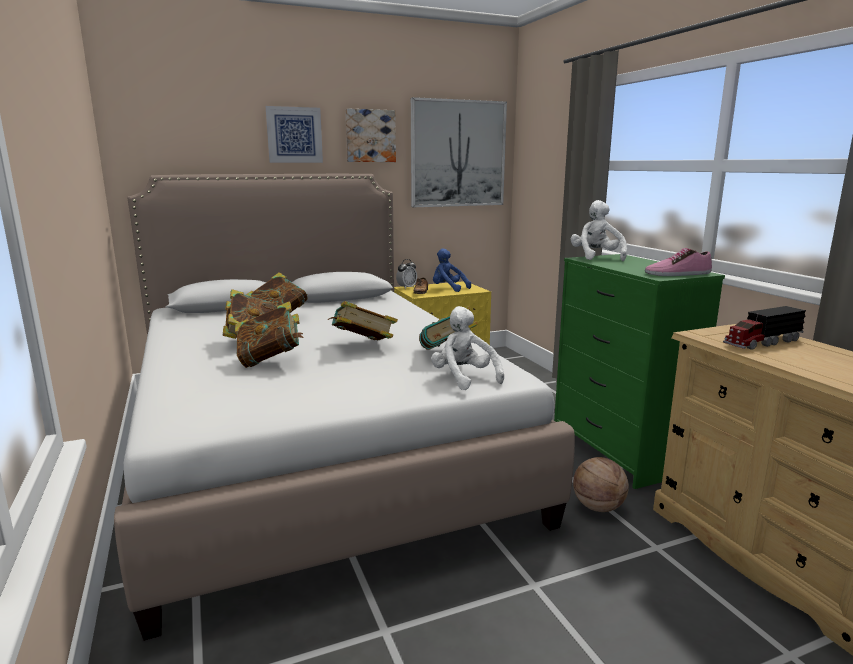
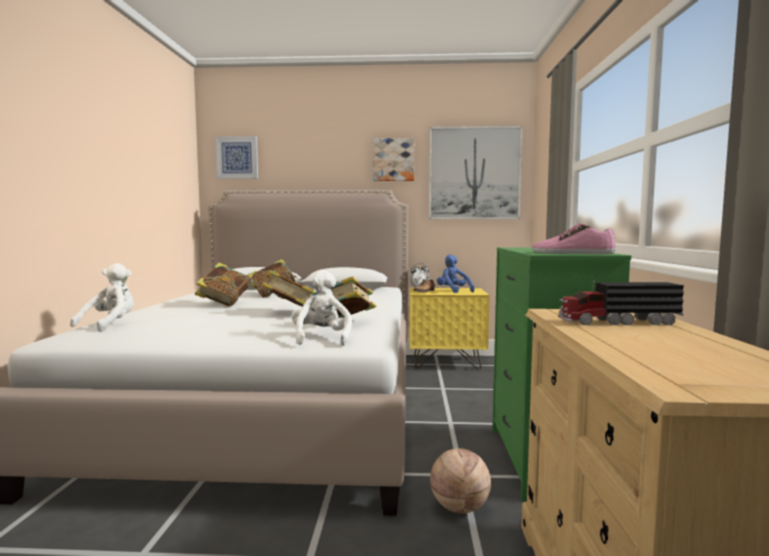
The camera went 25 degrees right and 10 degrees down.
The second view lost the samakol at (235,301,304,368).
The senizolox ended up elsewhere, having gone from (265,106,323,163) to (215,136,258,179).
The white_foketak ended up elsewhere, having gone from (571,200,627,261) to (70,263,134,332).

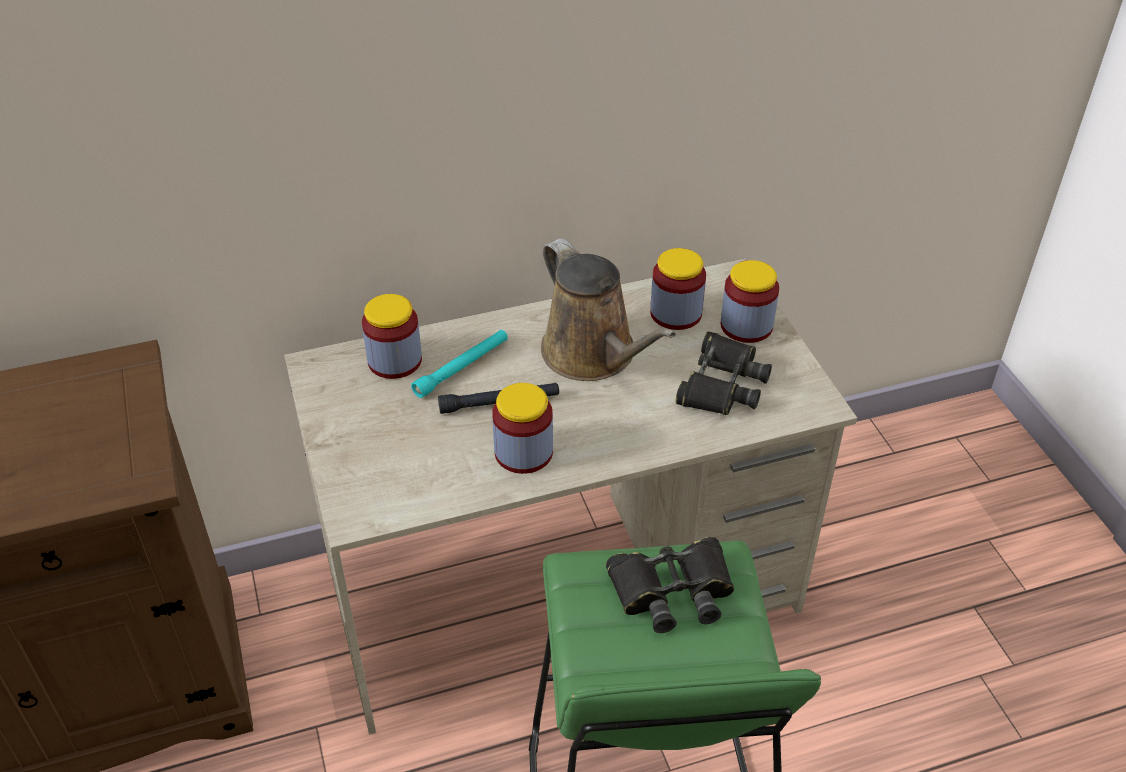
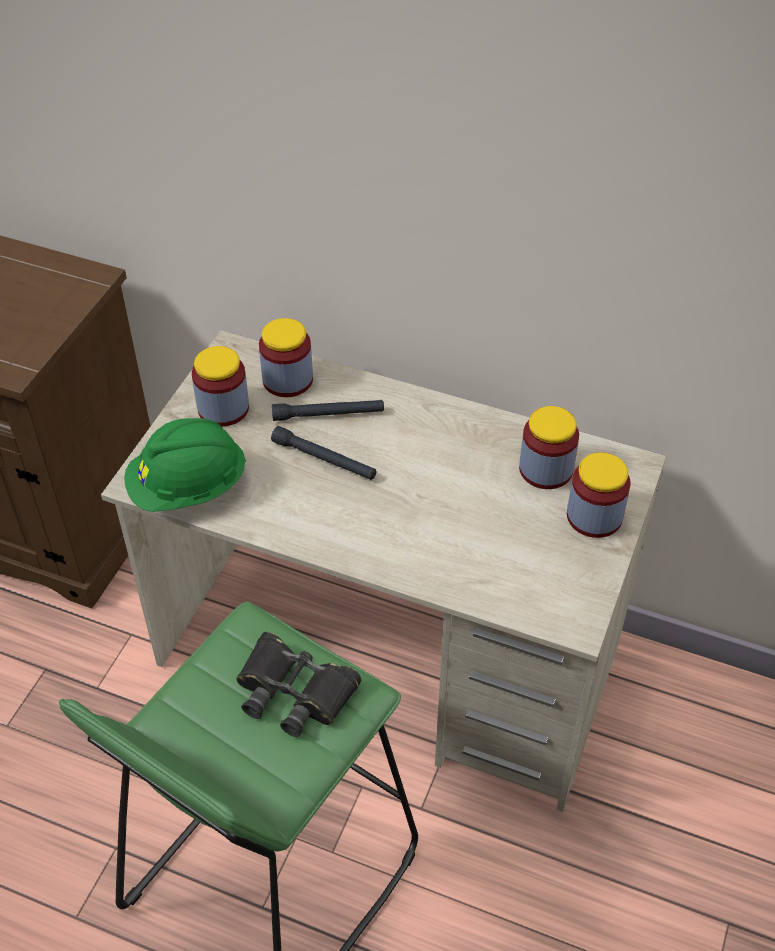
The camera went 40 degrees right and 5 degrees up.
What was the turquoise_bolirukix at (411,330,508,398) turned into the black_bolirukix at (272,400,384,421).
The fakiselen ended up elsewhere, having gone from (492,383,553,474) to (192,346,249,427).
The second view lost the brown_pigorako at (541,238,676,381).
The second view lost the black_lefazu at (676,331,772,415).
The second view gained the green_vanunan at (124,418,246,512).

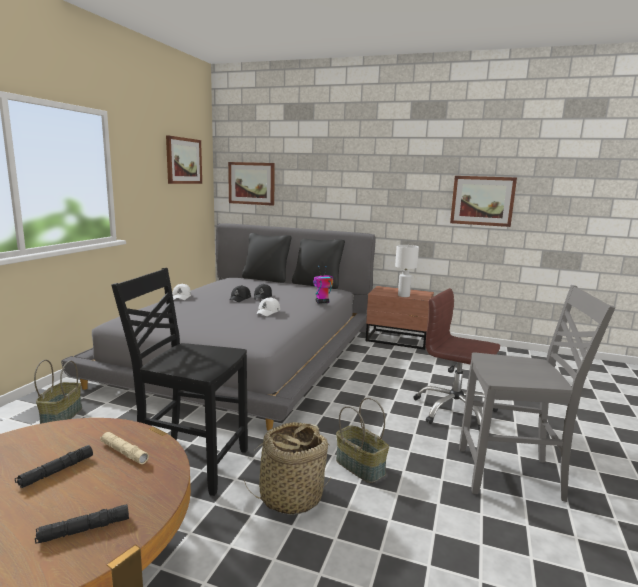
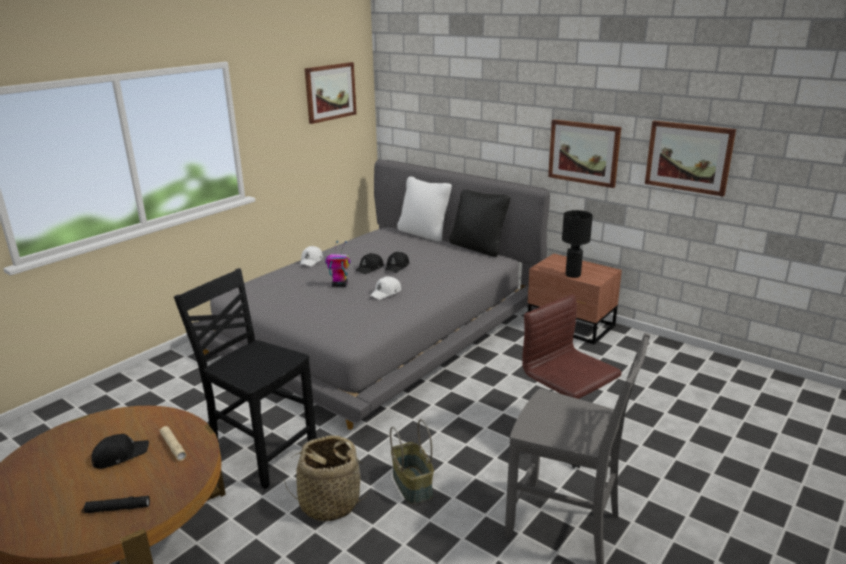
The camera went 20 degrees right and 10 degrees up.
Where the black_bolirukix stood at (15,445,93,488), the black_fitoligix came to stand at (91,434,149,469).
The second view lost the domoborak at (34,360,82,424).
The senizolox ended up elsewhere, having gone from (228,162,275,206) to (548,120,621,188).
What was the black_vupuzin at (242,233,291,283) turned into the white_vupuzin at (397,177,452,242).
The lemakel ended up elsewhere, having gone from (313,266,333,304) to (325,241,350,287).
What was the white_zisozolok at (395,245,419,297) turned into the black_zisozolok at (562,210,593,278).

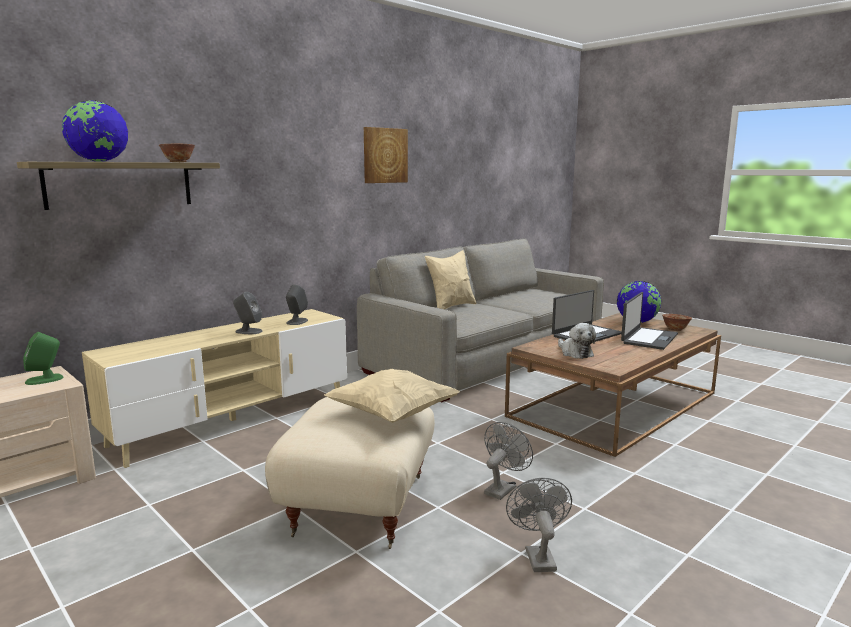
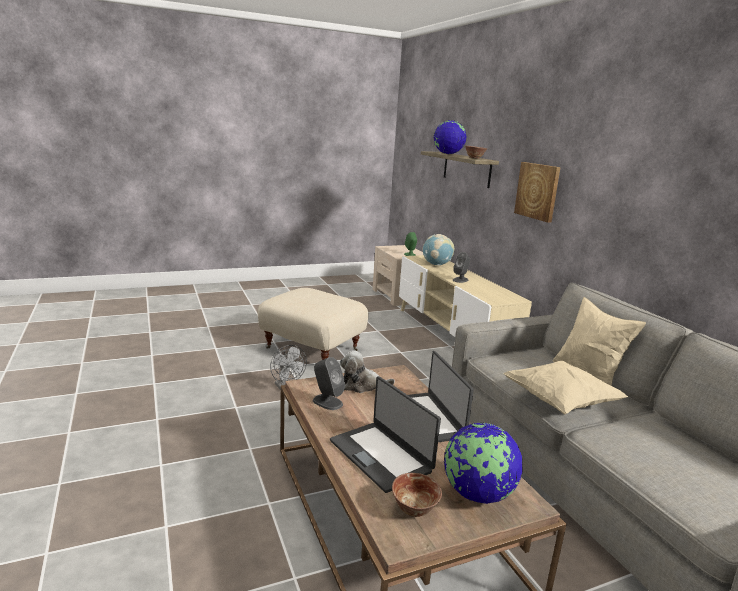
The camera went 110 degrees right and 5 degrees up.
The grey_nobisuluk ended up elsewhere, having gone from (286,285,308,325) to (313,357,345,410).
The beige_vupuzin ended up elsewhere, having gone from (324,369,460,423) to (503,361,628,415).
The senizolox ended up elsewhere, having gone from (364,127,408,183) to (514,162,561,223).
The second view lost the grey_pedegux at (506,478,572,572).
The second view gained the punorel at (423,234,454,265).

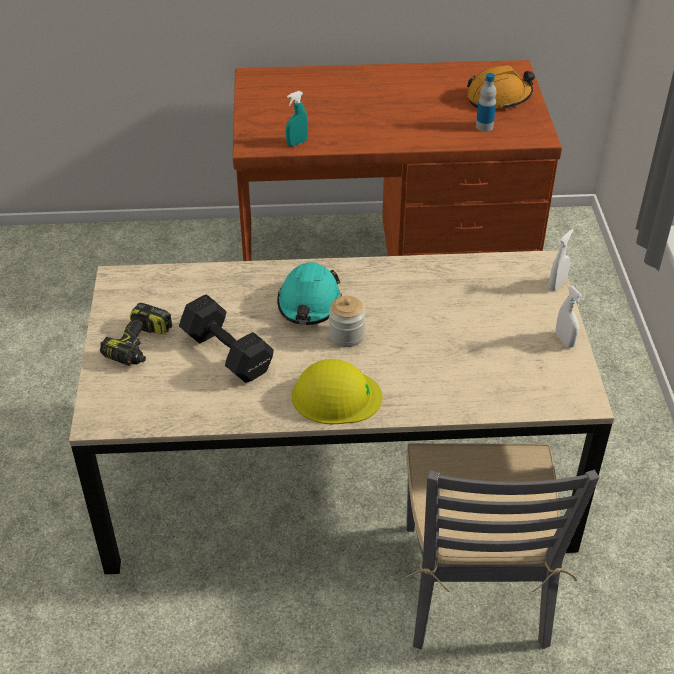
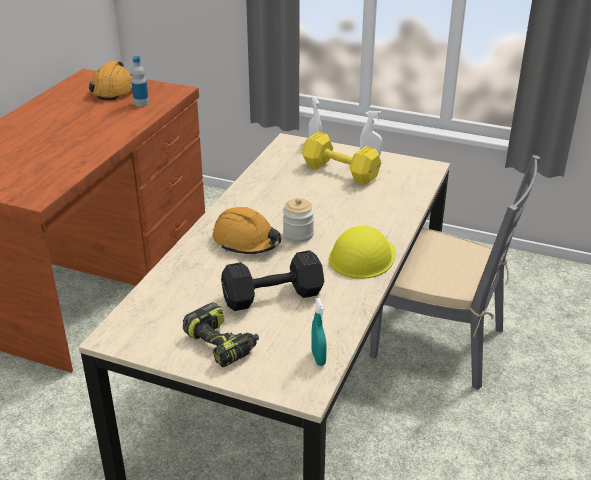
The camera went 65 degrees left and 10 degrees down.
What was the turquoise_vanunan at (277,262,342,325) turned into the orange_vanunan at (212,207,281,254).
The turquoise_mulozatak ended up elsewhere, having gone from (286,91,308,147) to (311,298,327,366).
The second view gained the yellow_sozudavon at (302,132,381,185).

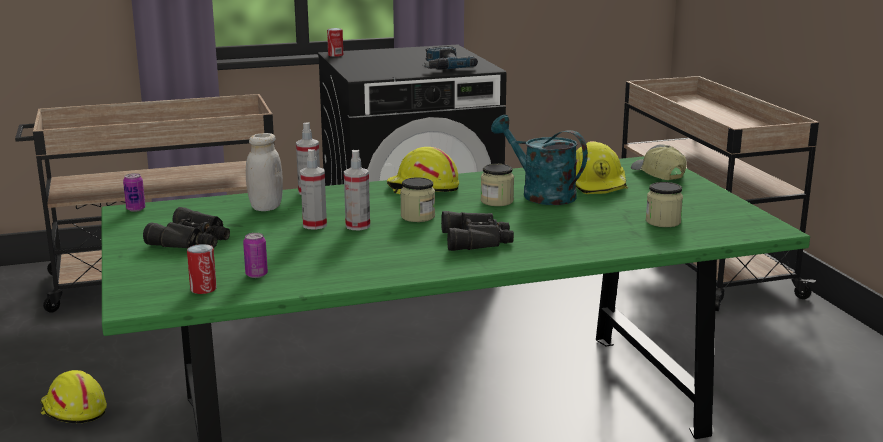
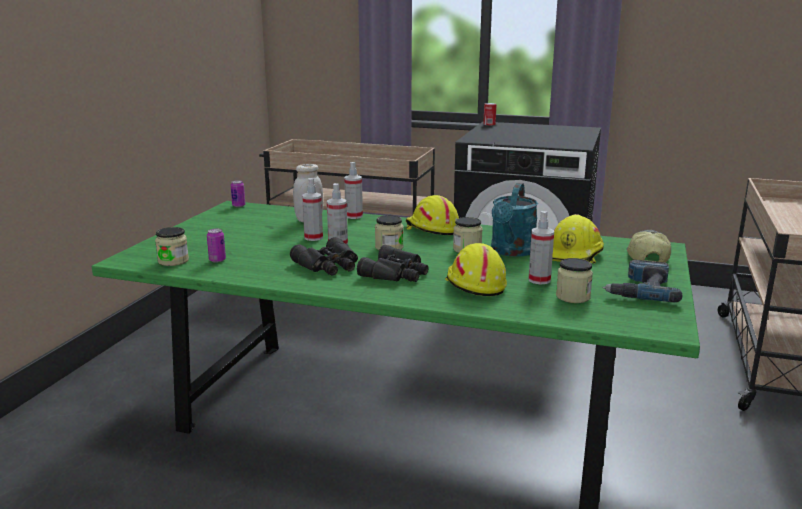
The camera went 35 degrees right and 0 degrees up.
The yellow_vanunan ended up elsewhere, having gone from (40,370,107,423) to (445,243,507,296).
The black_lefazu ended up elsewhere, having gone from (143,207,230,248) to (290,237,358,276).
Where the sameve stood at (187,244,217,294), the fakiselen came to stand at (155,227,189,266).
The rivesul ended up elsewhere, having gone from (422,46,478,70) to (603,260,683,302).
The turquoise_pigorako at (491,115,588,205) ended up facing another way, 150 degrees counterclockwise from before.
The second view gained the mulozatak at (529,211,554,284).

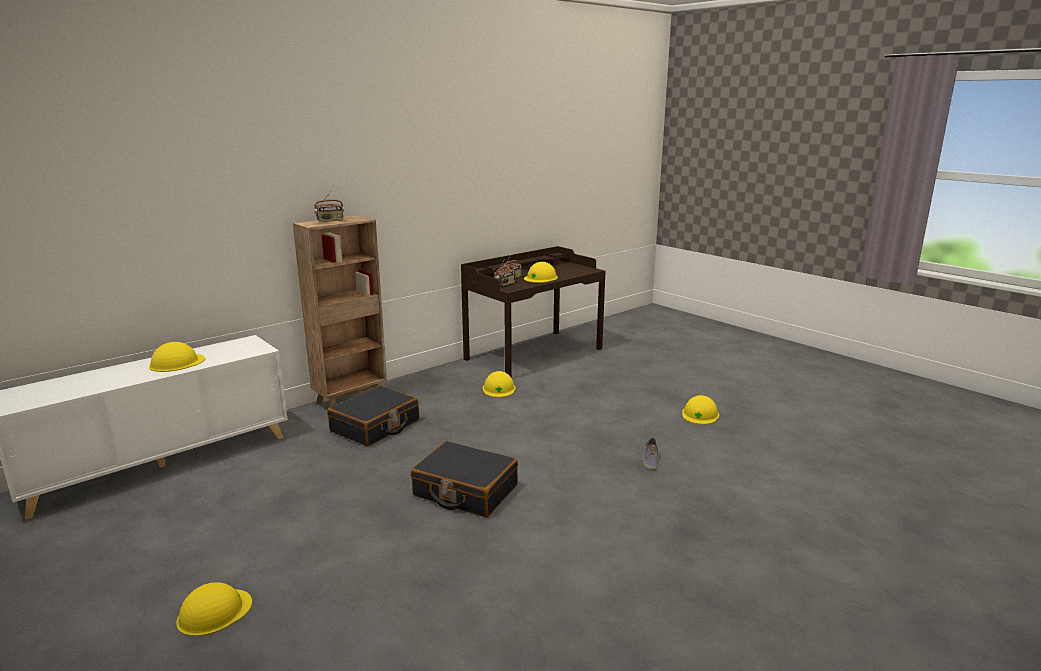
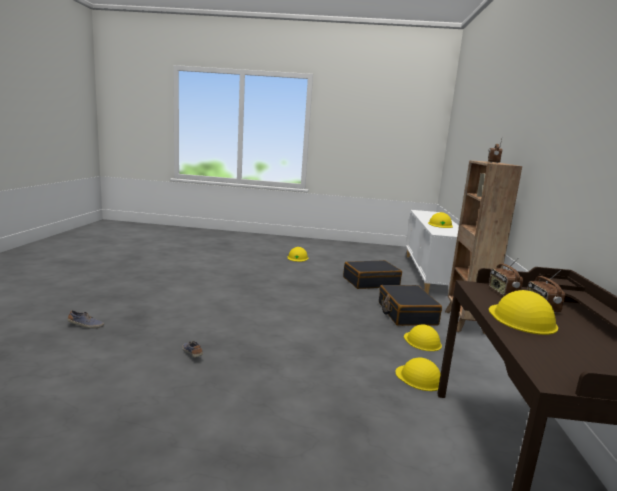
The camera went 135 degrees right and 5 degrees down.
The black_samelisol ended up elsewhere, having gone from (411,441,518,517) to (343,260,402,289).
The yellow_vanunan ended up elsewhere, having gone from (682,395,719,424) to (404,325,442,351).
The second view gained the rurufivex at (67,310,104,329).

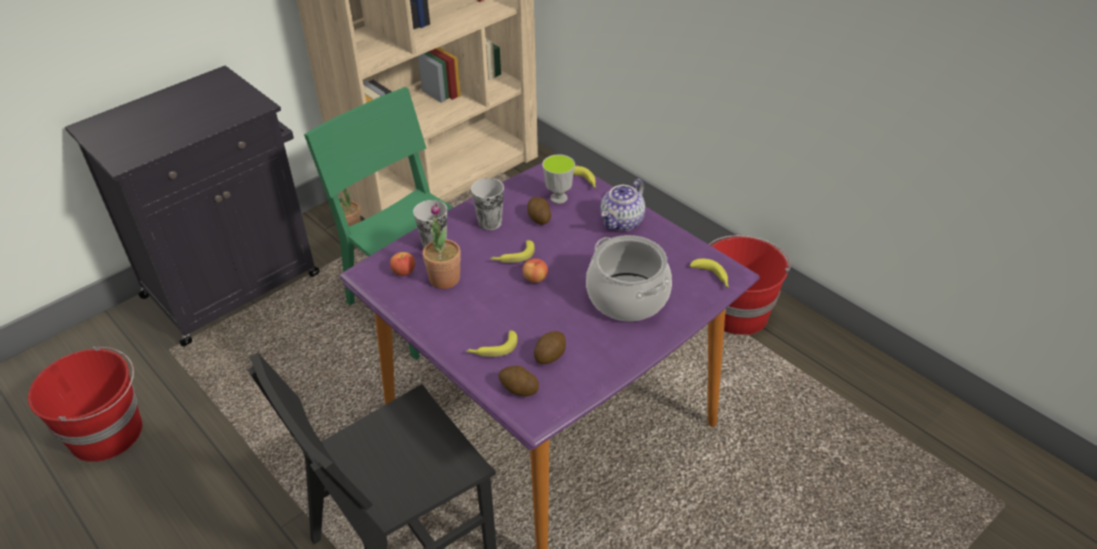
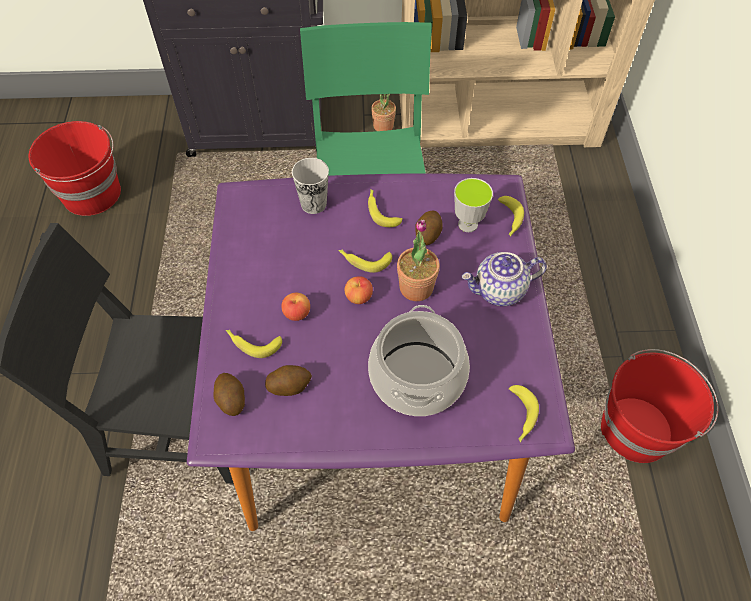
The camera went 40 degrees right and 15 degrees up.
The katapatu ended up elsewhere, having gone from (390,252,415,276) to (281,293,310,321).
The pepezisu ended up elsewhere, having gone from (423,203,461,289) to (397,219,440,301).
Where the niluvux stood at (471,178,504,230), the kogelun came to stand at (368,189,402,227).

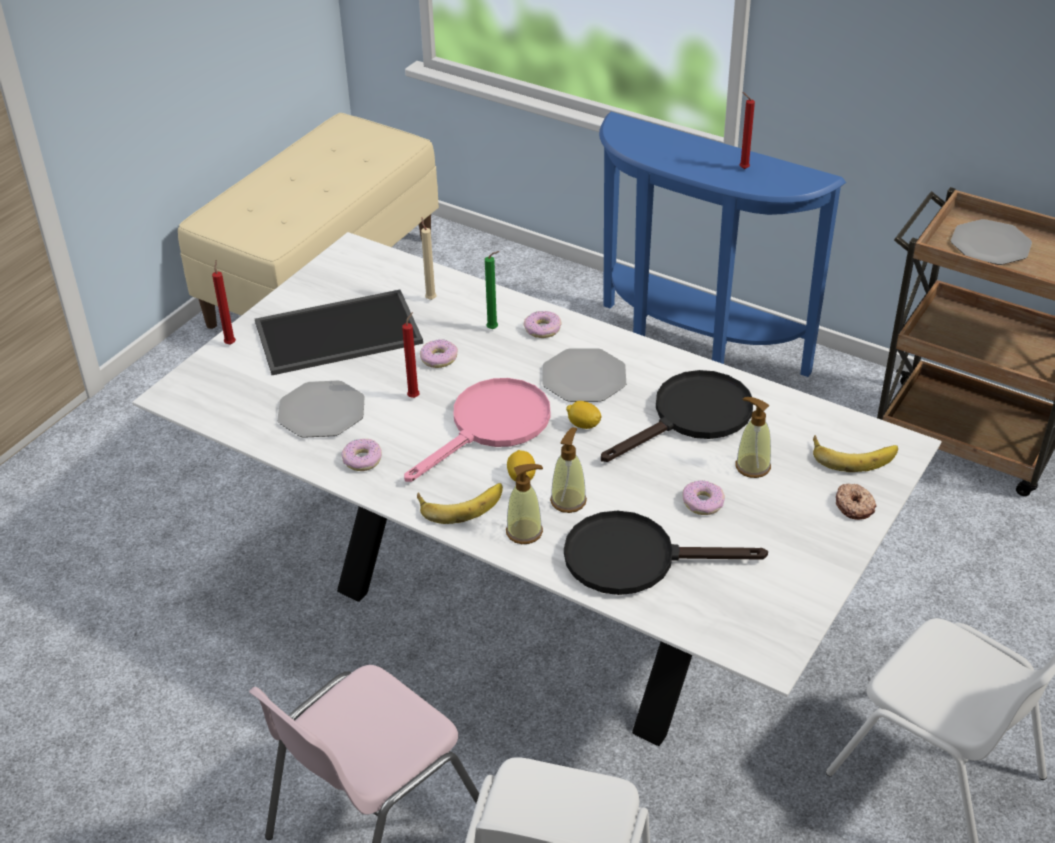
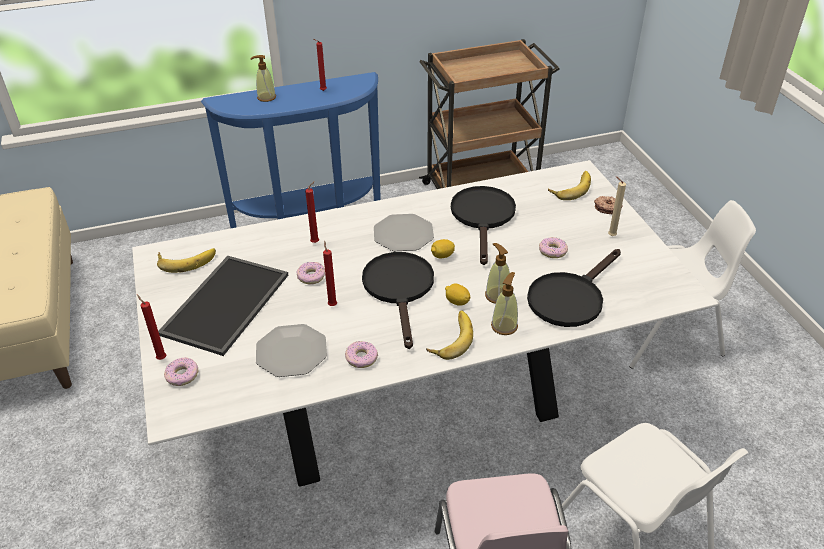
The camera went 50 degrees left and 0 degrees up.
What was the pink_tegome at (404,378,550,482) turned into the black_tegome at (362,252,434,349).
The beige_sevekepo ended up elsewhere, having gone from (421,217,436,300) to (608,176,626,236).
What was the green_sevekepo at (485,251,500,329) turned into the red_sevekepo at (305,181,319,243).
The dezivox ended up elsewhere, having gone from (523,311,561,338) to (164,358,199,386).
The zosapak ended up elsewhere, having gone from (736,397,771,478) to (251,55,276,102).
The second view lost the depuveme at (951,219,1032,265).
The second view gained the kogelun at (157,248,216,273).

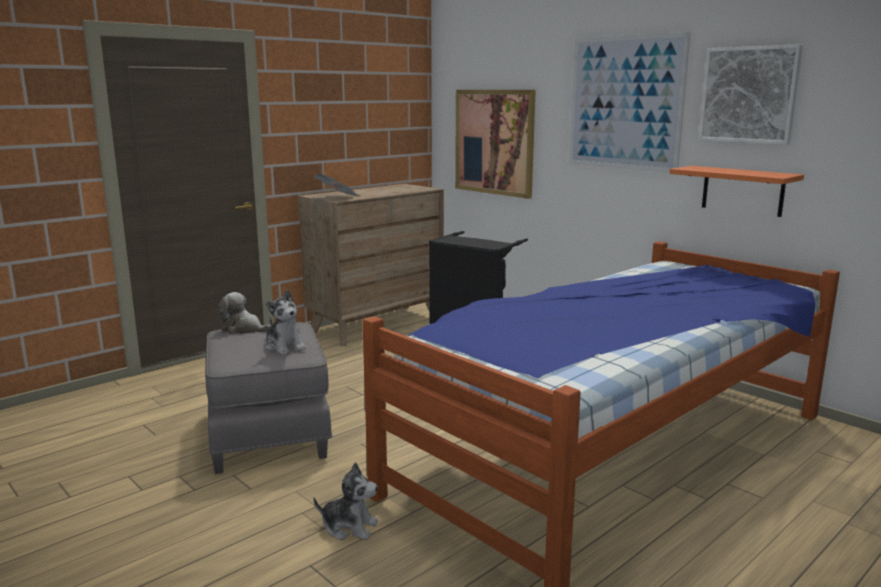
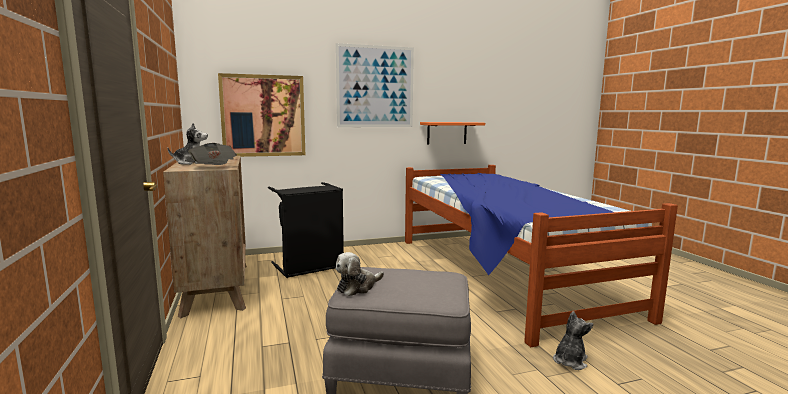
The camera went 65 degrees left and 5 degrees down.
The foketak ended up elsewhere, having gone from (265,290,307,355) to (168,123,208,165).
The second view lost the senizolox at (698,44,803,145).

